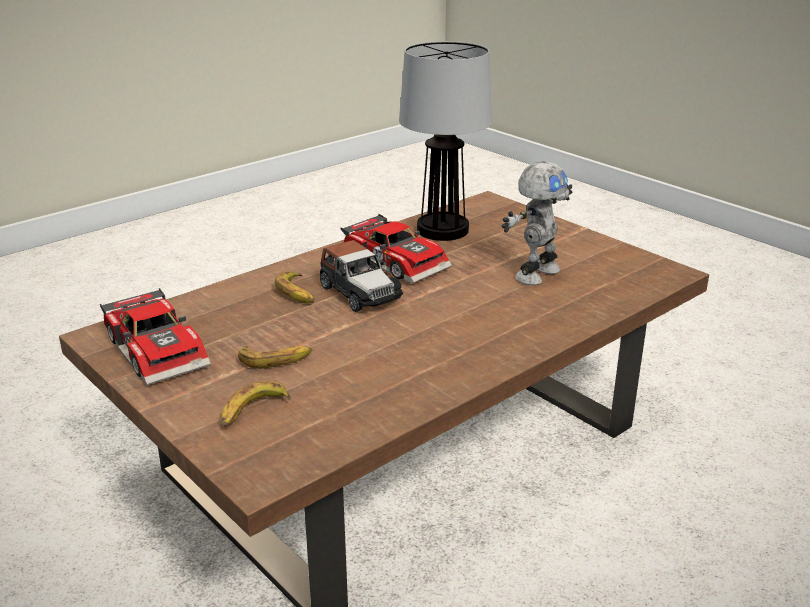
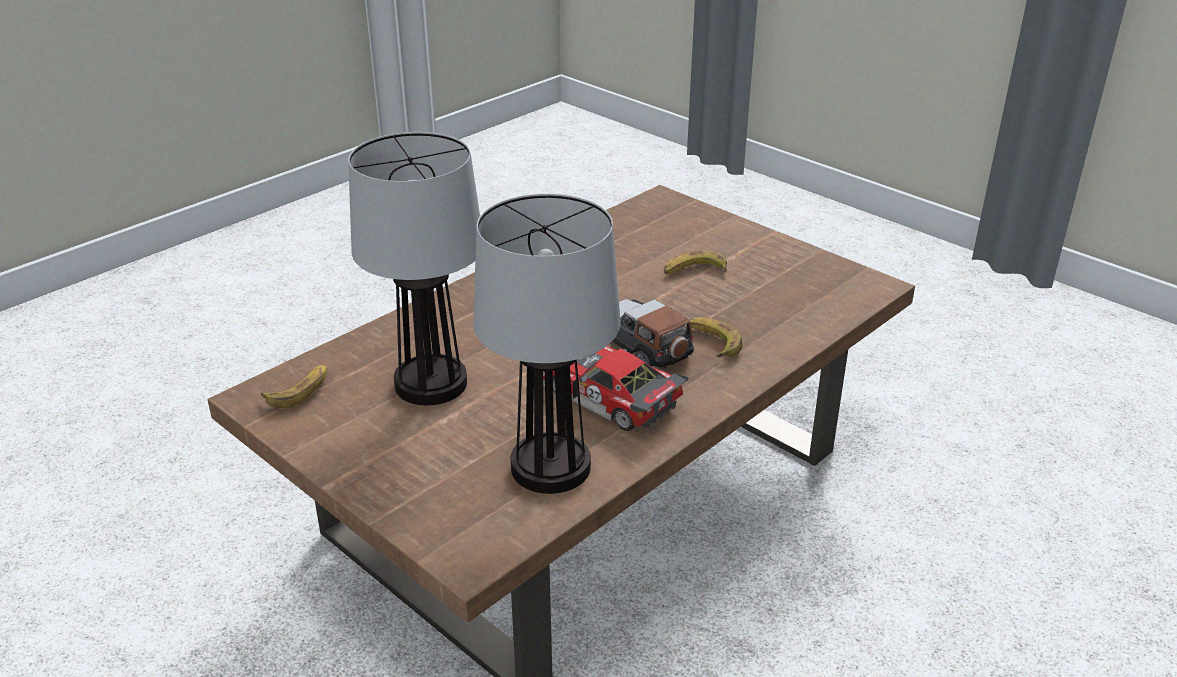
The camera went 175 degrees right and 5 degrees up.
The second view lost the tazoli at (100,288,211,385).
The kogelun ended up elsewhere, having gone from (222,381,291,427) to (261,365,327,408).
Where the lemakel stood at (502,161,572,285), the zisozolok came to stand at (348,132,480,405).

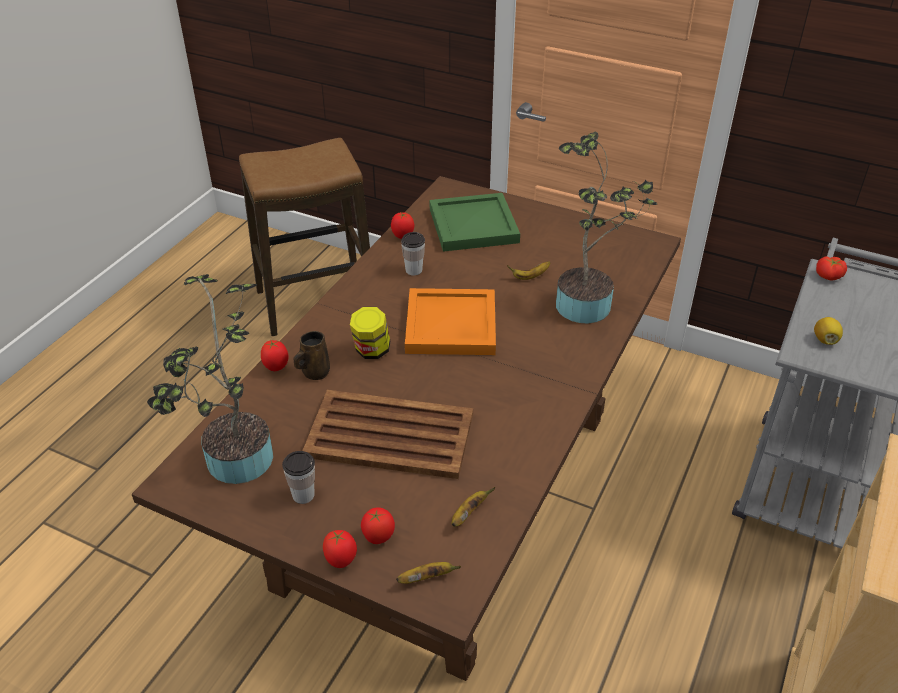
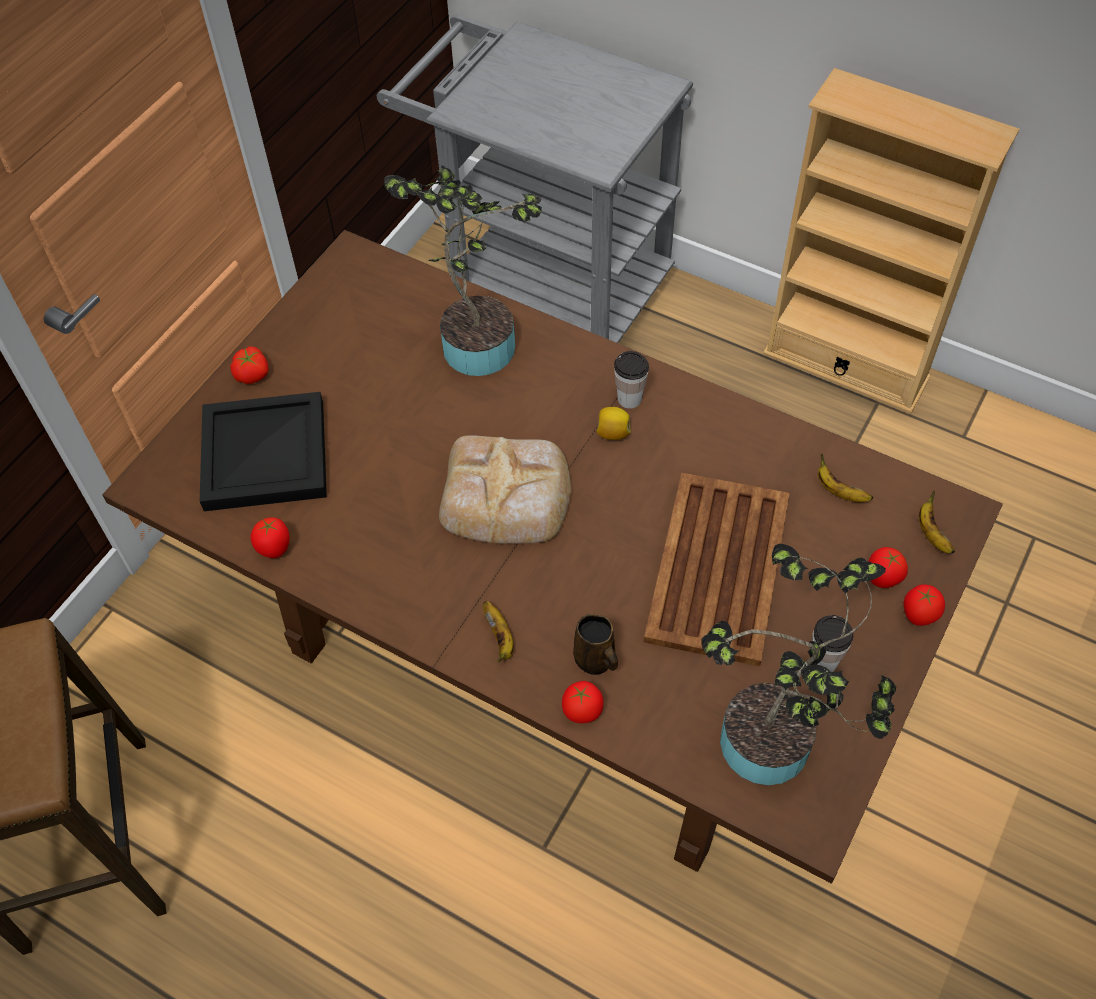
The camera went 85 degrees left and 15 degrees up.
The second view lost the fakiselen at (350,307,390,359).
The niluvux ended up elsewhere, having gone from (401,232,425,276) to (614,351,649,409).
Where the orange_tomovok stood at (405,288,496,355), the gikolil came to stand at (439,435,571,544).
What was the green_tomovok at (430,193,520,252) turned into the black_tomovok at (200,392,327,511).
The kogelun ended up elsewhere, having gone from (507,261,550,280) to (483,601,514,662).
The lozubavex ended up elsewhere, having gone from (814,317,843,345) to (597,407,631,440).
The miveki ended up elsewhere, having gone from (816,256,847,281) to (230,346,269,384).

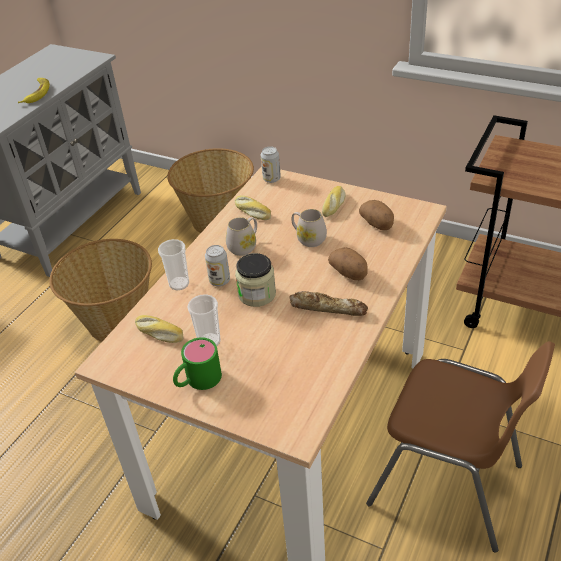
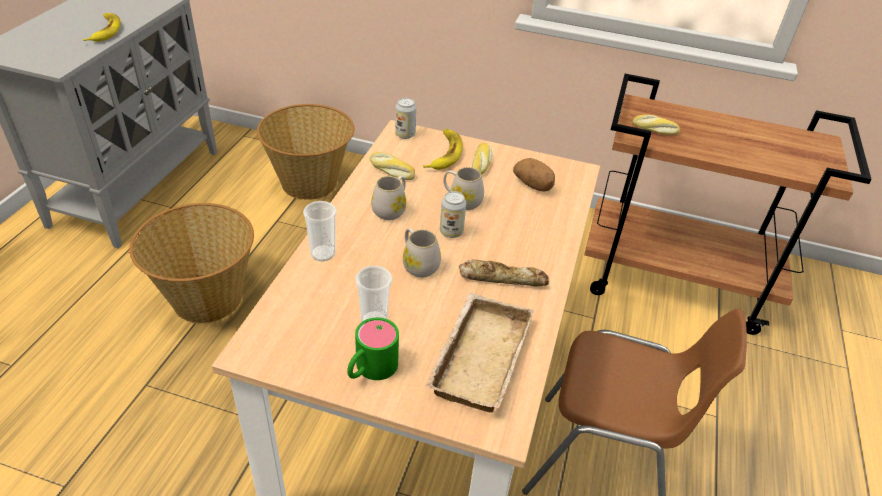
The camera went 15 degrees left and 0 degrees up.
The gikolil ended up elsewhere, having gone from (135,315,183,343) to (632,115,680,135).
The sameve ended up elsewhere, having gone from (205,245,230,286) to (440,191,466,238).
Where the fakiselen stood at (235,253,276,307), the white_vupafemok came to stand at (403,228,441,277).
The second view lost the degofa at (328,247,367,280).
The second view gained the kogelun at (423,129,463,170).
The second view gained the beige_tomovok at (425,293,534,413).

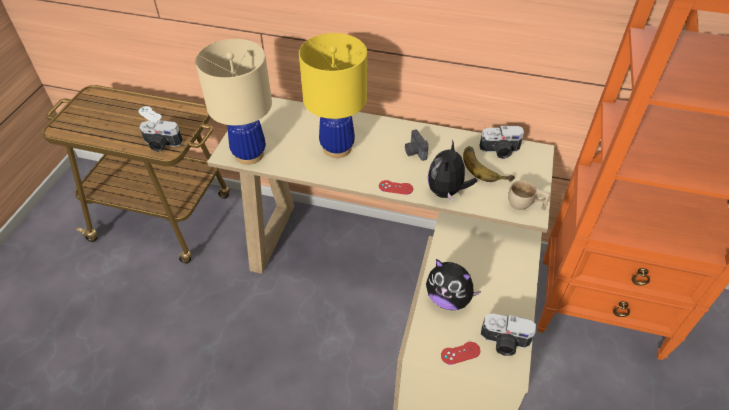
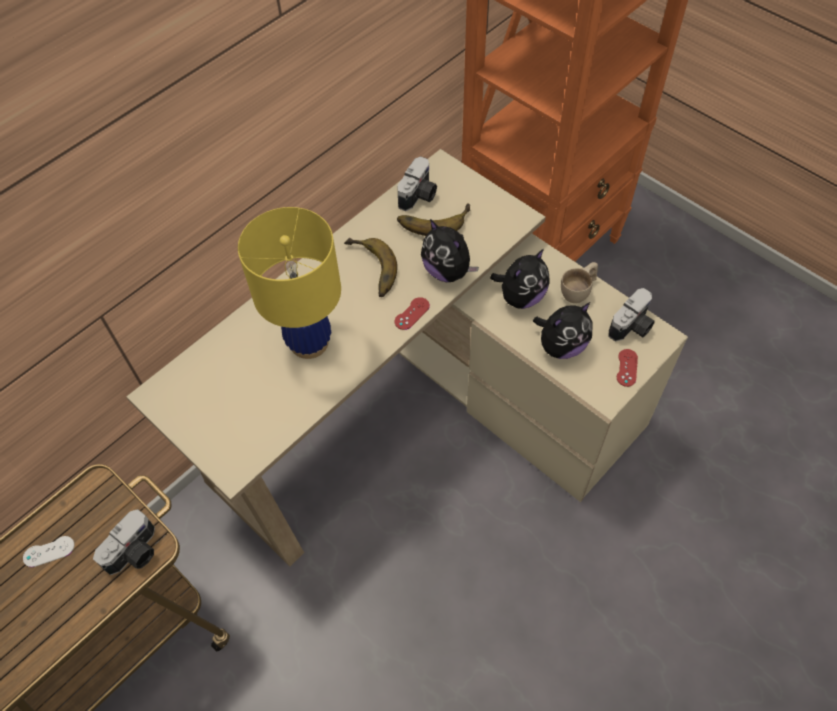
The camera went 60 degrees left and 10 degrees up.
The second view lost the beige_zisozolok at (195,39,272,165).
Where the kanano stood at (405,129,429,161), the kogelun came to stand at (344,238,397,297).
The beige_niluvux ended up elsewhere, having gone from (508,180,550,210) to (561,262,598,303).
The second view gained the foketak at (490,249,550,309).

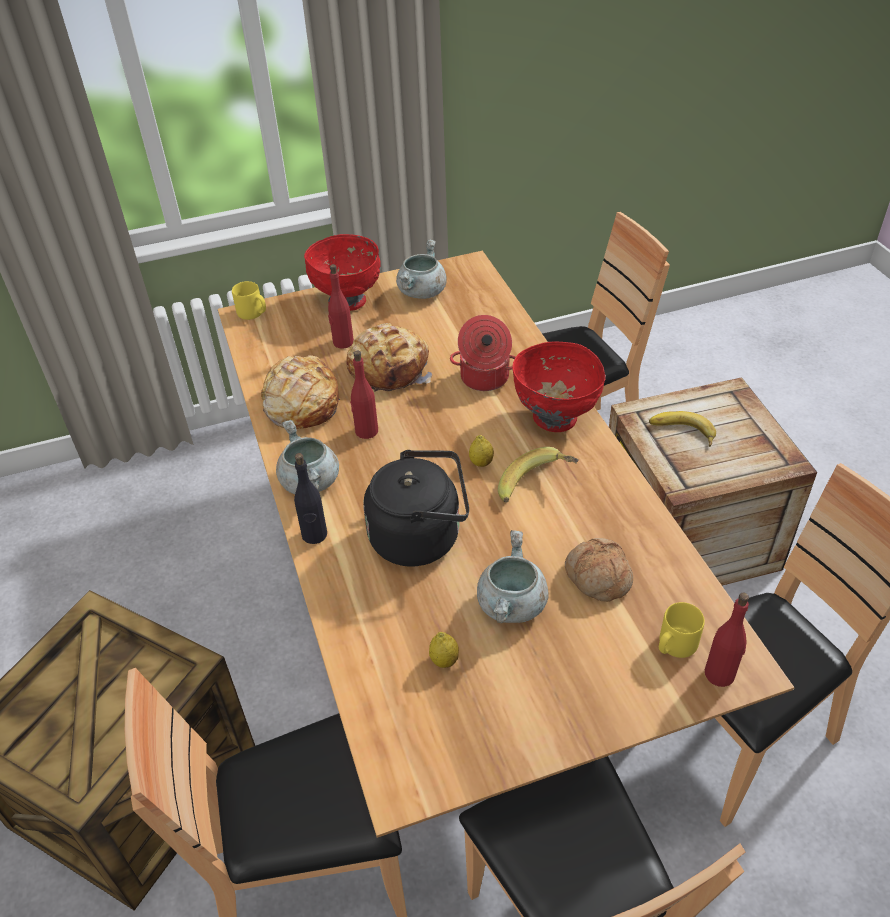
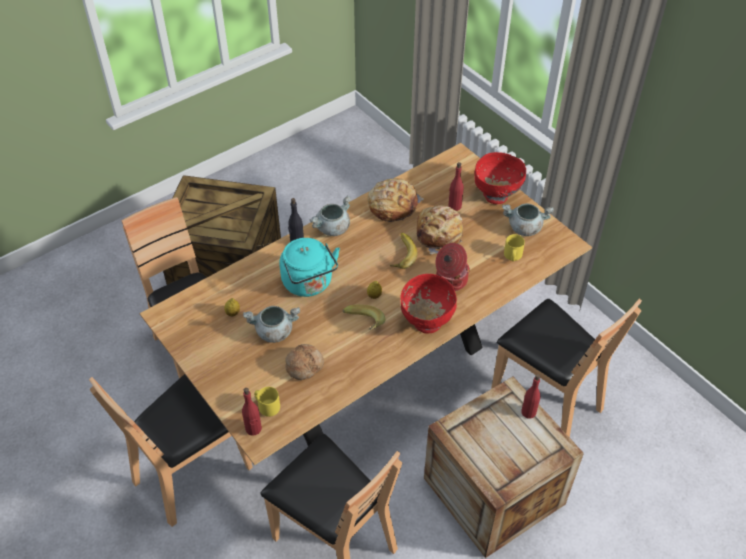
The camera went 70 degrees right and 5 degrees up.
The yellow_vupafemok ended up elsewhere, having gone from (232,281,266,320) to (504,234,525,261).
The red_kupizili ended up elsewhere, having gone from (350,351,378,439) to (521,374,540,419).
What was the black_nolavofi at (363,450,469,567) turned into the turquoise_nolavofi at (280,238,340,297).
The kogelun ended up elsewhere, having gone from (649,411,716,447) to (390,233,418,269).

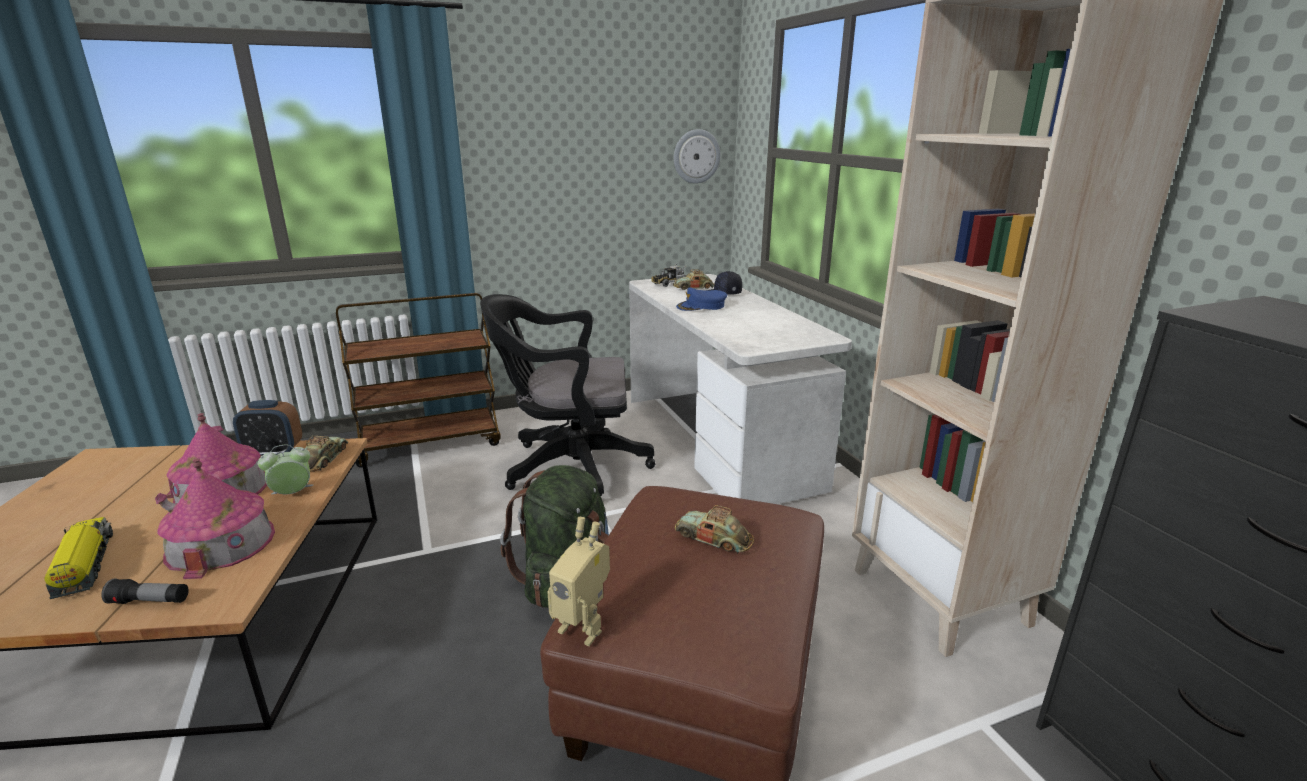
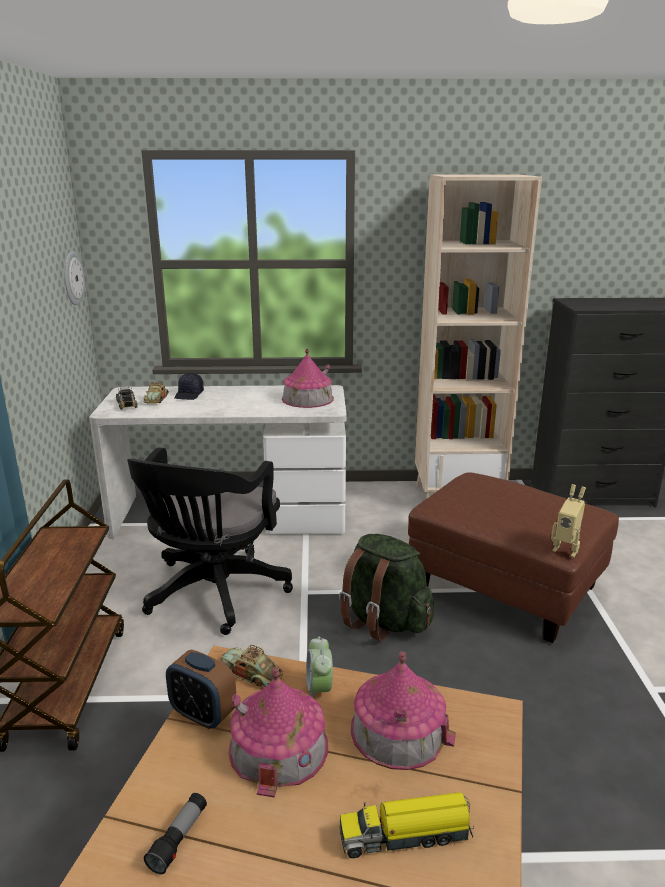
The camera went 70 degrees left and 0 degrees up.
The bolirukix ended up elsewhere, having gone from (101,578,189,604) to (144,793,207,874).
The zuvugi at (233,400,302,457) ended up facing another way, 105 degrees clockwise from before.
The lemakel at (547,517,610,646) ended up facing another way, 75 degrees clockwise from before.
The second view lost the tazoli at (675,505,754,554).
The second view lost the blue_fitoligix at (676,288,727,311).
The second view gained the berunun at (282,348,334,408).

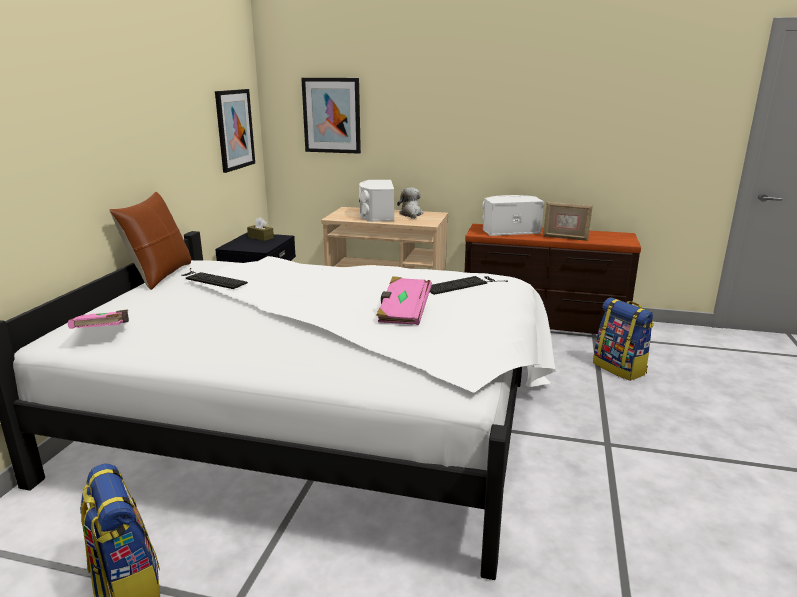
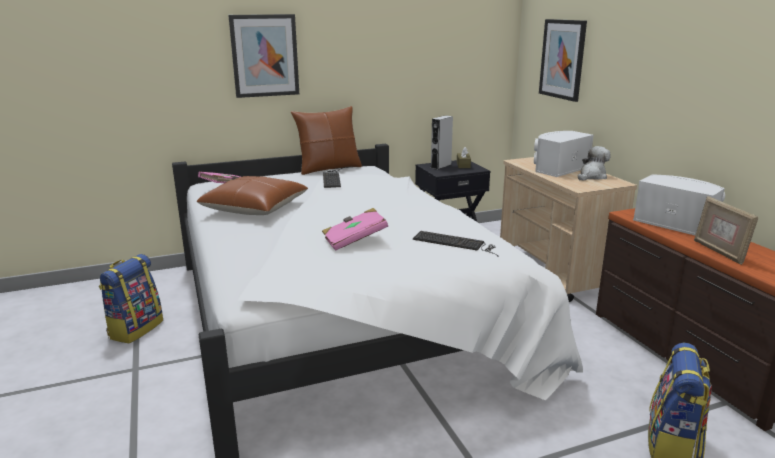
The camera went 55 degrees right and 0 degrees up.
The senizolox ended up elsewhere, having gone from (215,89,255,173) to (228,14,299,98).
The second view gained the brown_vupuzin at (197,176,308,215).
The second view gained the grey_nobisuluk at (431,115,453,169).

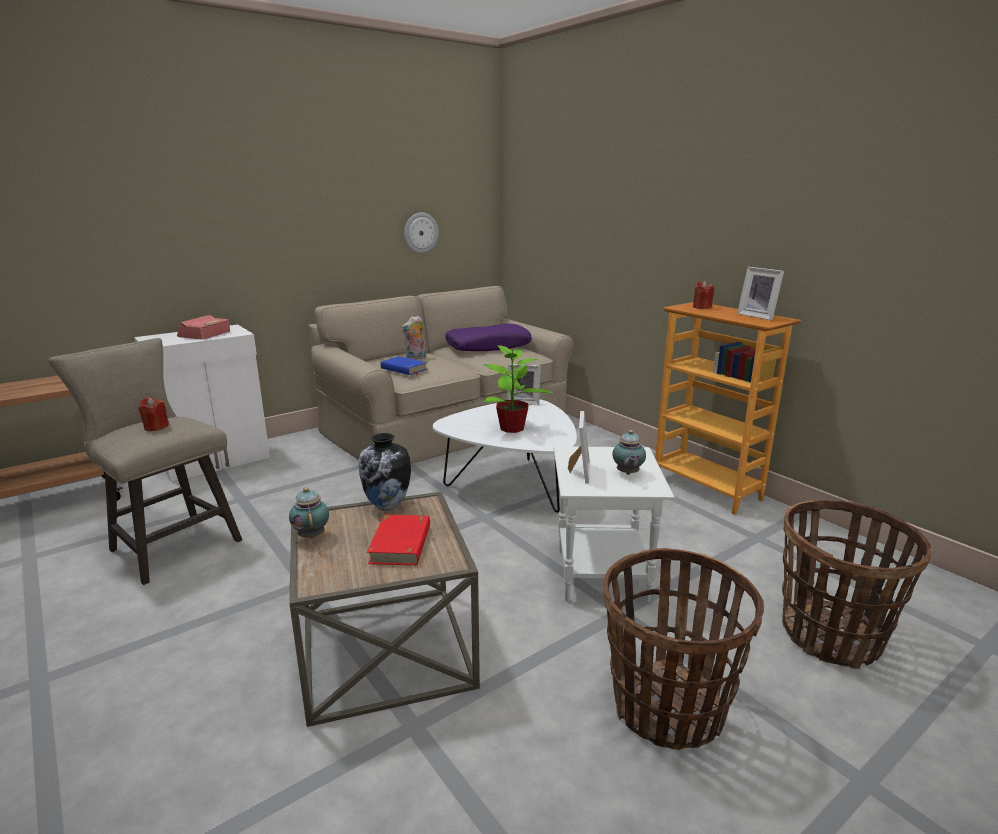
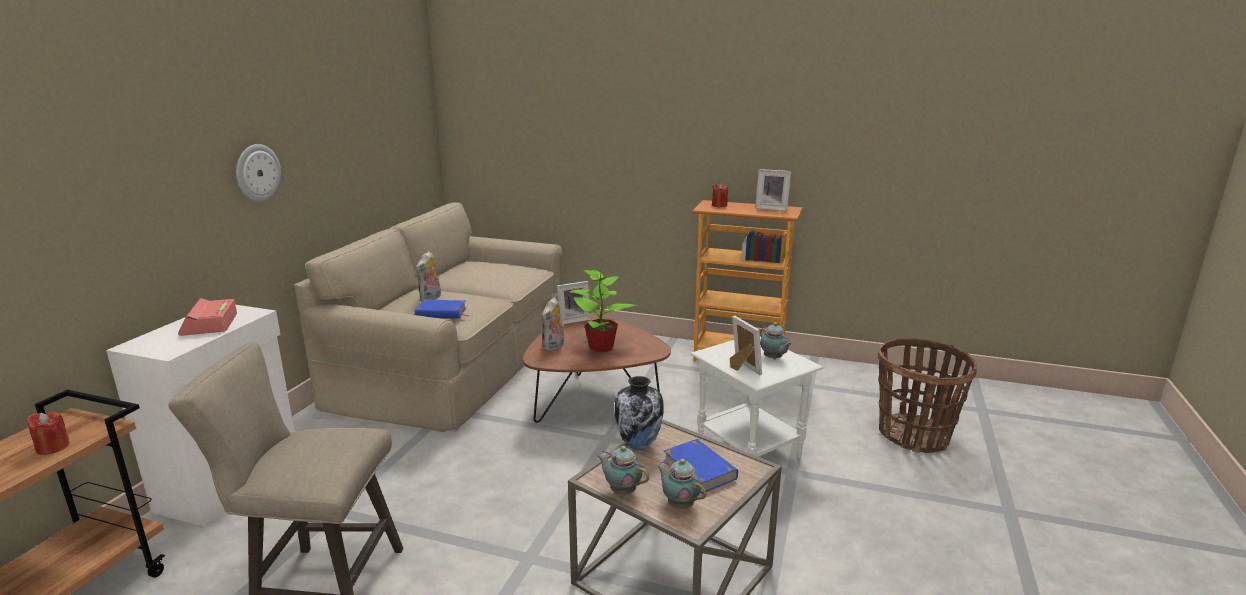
The camera went 35 degrees left and 0 degrees up.
The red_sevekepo ended up elsewhere, having gone from (138,397,169,431) to (26,412,69,455).
What was the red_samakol at (367,515,430,565) turned into the blue_samakol at (663,439,738,494).
The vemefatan ended up elsewhere, having gone from (404,213,439,253) to (236,144,281,201).
What was the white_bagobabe at (433,399,577,513) turned into the brown_bagobabe at (523,314,671,423).
The second view lost the purple_vupuzin at (446,323,532,351).
The second view lost the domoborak at (603,548,764,750).
The second view gained the foketak at (542,298,564,351).
The second view gained the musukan at (656,459,706,509).

